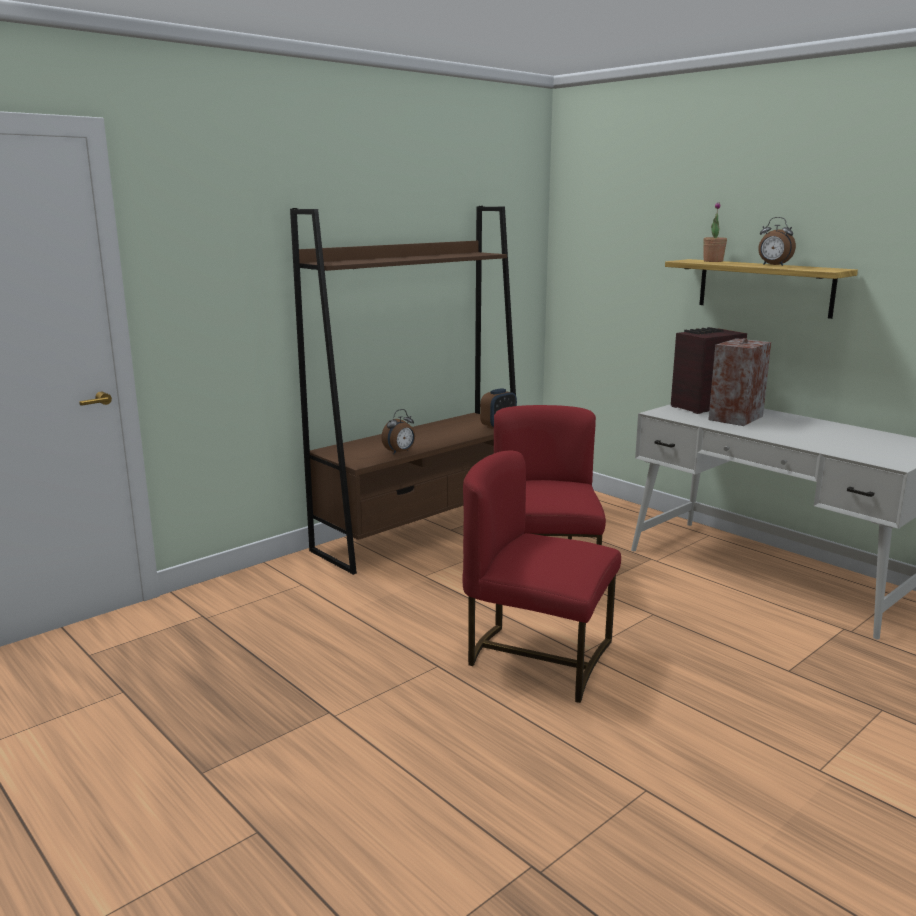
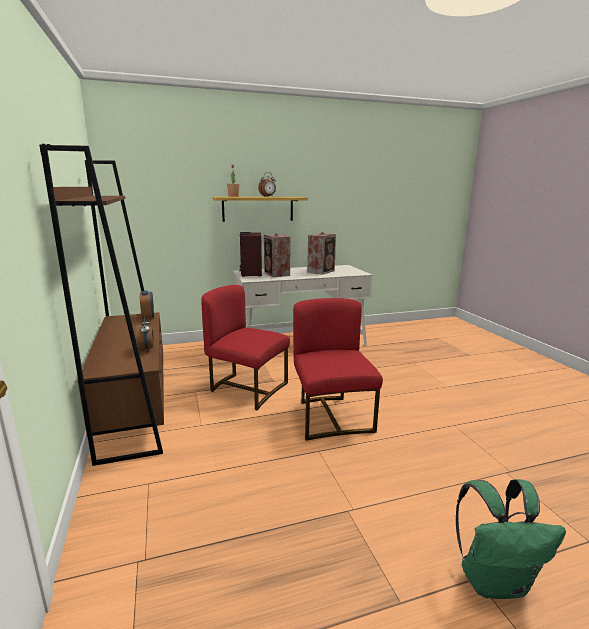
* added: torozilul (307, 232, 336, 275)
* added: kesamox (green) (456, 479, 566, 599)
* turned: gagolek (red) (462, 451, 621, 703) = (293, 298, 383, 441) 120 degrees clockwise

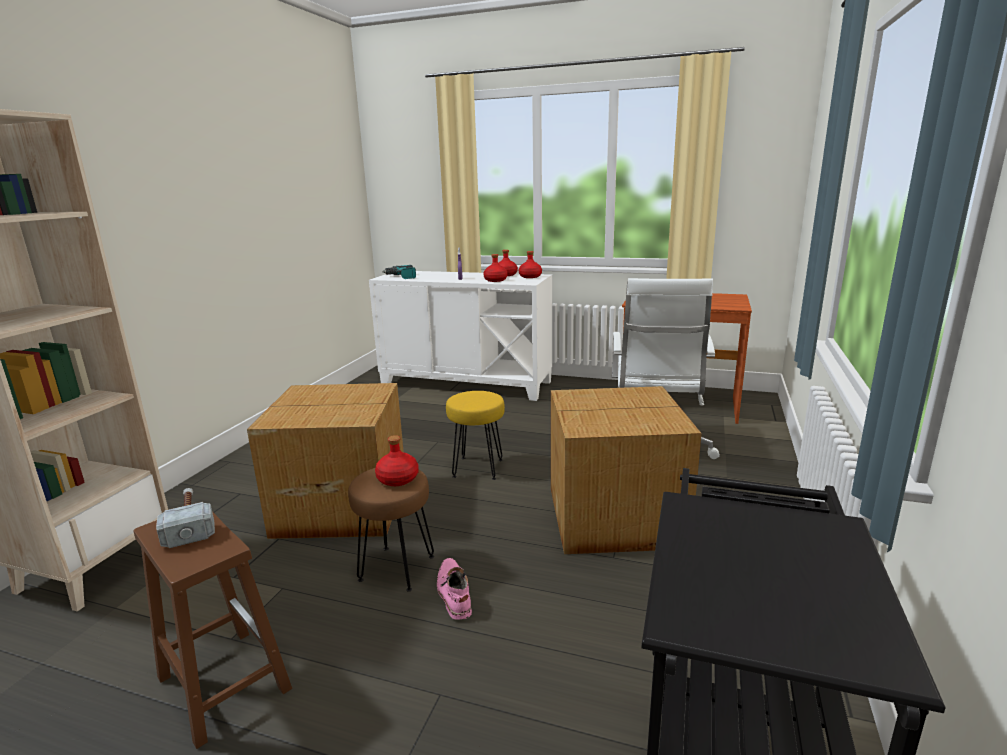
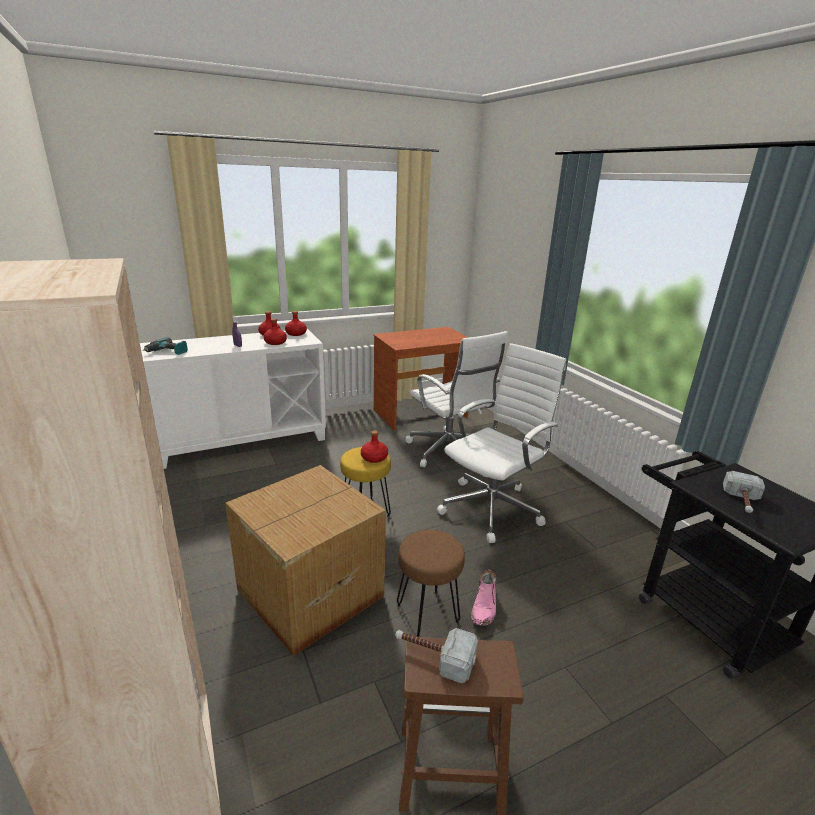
* added: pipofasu (723, 471, 765, 513)
* moved: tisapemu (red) (375, 435, 419, 486) to (361, 430, 388, 463)
* replaced: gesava (551, 386, 702, 554) to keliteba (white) (437, 343, 566, 543)
* turned: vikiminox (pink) (437, 558, 472, 620) = (471, 570, 496, 626) 105 degrees counterclockwise

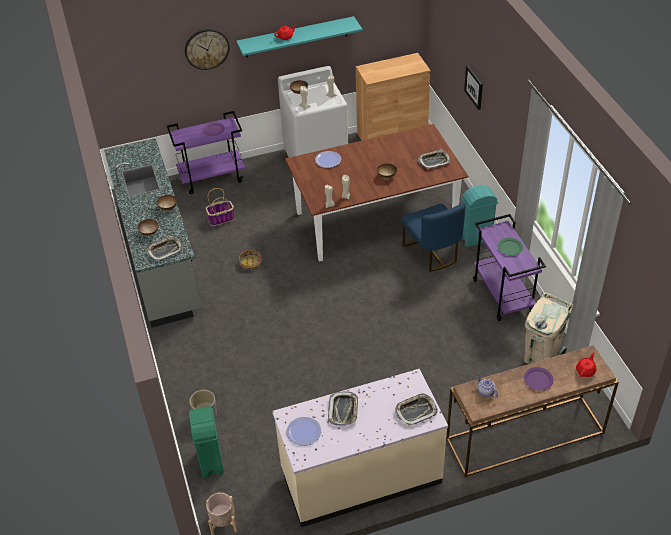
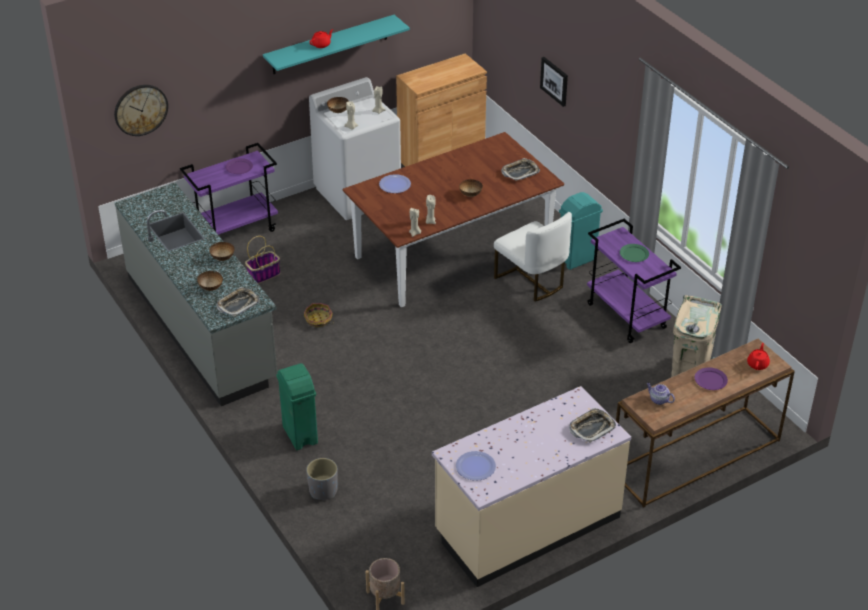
* removed: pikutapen (328, 391, 358, 426)
* moved: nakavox (185, 29, 230, 70) to (114, 85, 168, 136)
* moved: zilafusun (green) (189, 406, 224, 478) to (276, 363, 318, 450)
* recoloured: gagolek (blue) (402, 202, 465, 272) to gagolek (white) (494, 212, 572, 302)

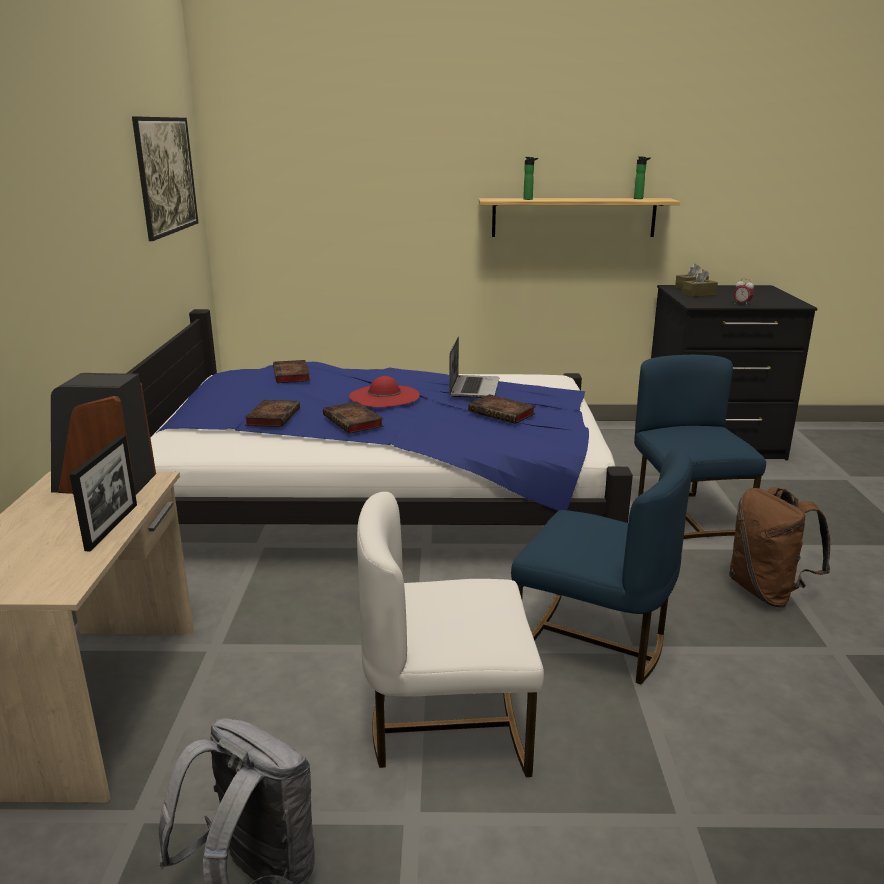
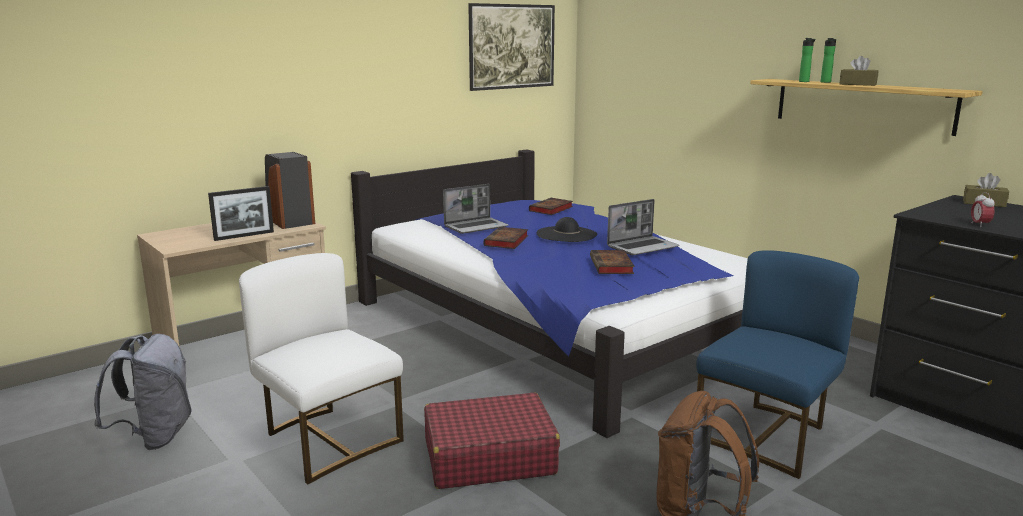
* moved: tisapemu (634, 157, 651, 199) to (821, 38, 836, 83)
* moved: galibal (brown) (682, 269, 718, 297) to (839, 56, 879, 86)
* replaced: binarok (244, 400, 300, 427) to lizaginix (443, 184, 509, 234)
* replaced: gagolek (blue) (511, 448, 692, 685) to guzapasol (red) (424, 392, 560, 489)
* recoloured: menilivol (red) (349, 376, 420, 407) to menilivol (black) (537, 217, 597, 242)

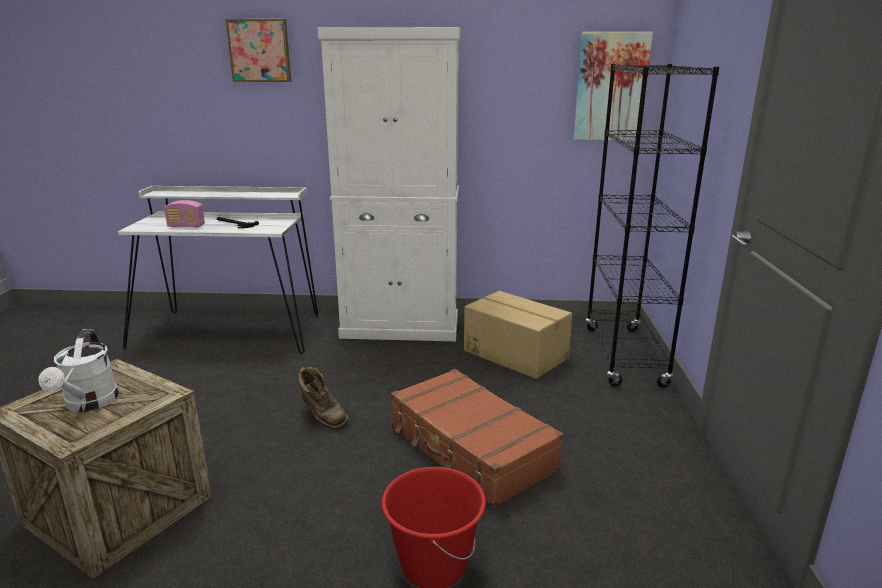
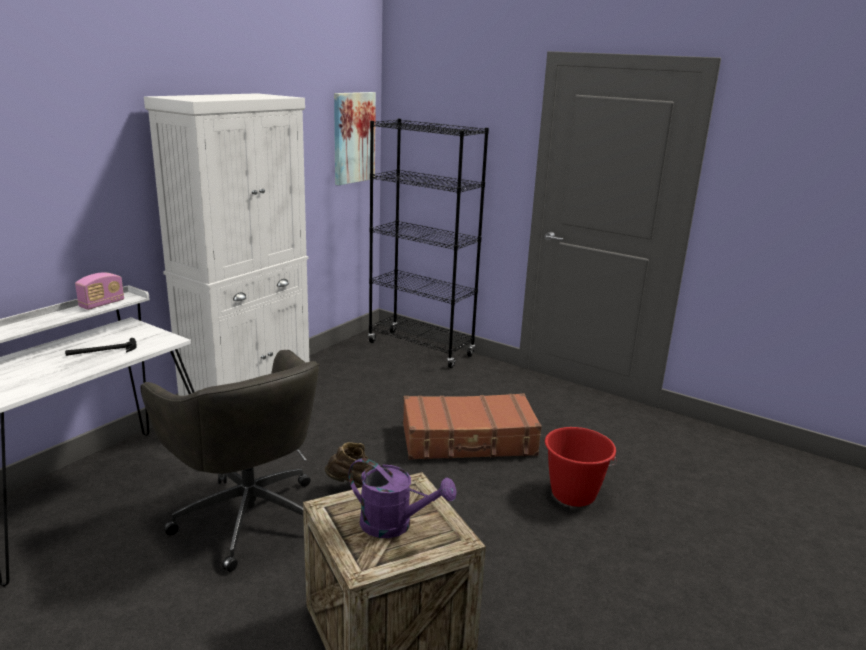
* removed: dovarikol (225, 19, 291, 82)
* removed: gesava (464, 291, 572, 379)
* added: keliteba (grey) (140, 350, 320, 572)
* moved: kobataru (164, 200, 205, 227) to (75, 272, 124, 310)
* recoloured: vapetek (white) (38, 329, 119, 412) to vapetek (purple) (348, 458, 457, 538)

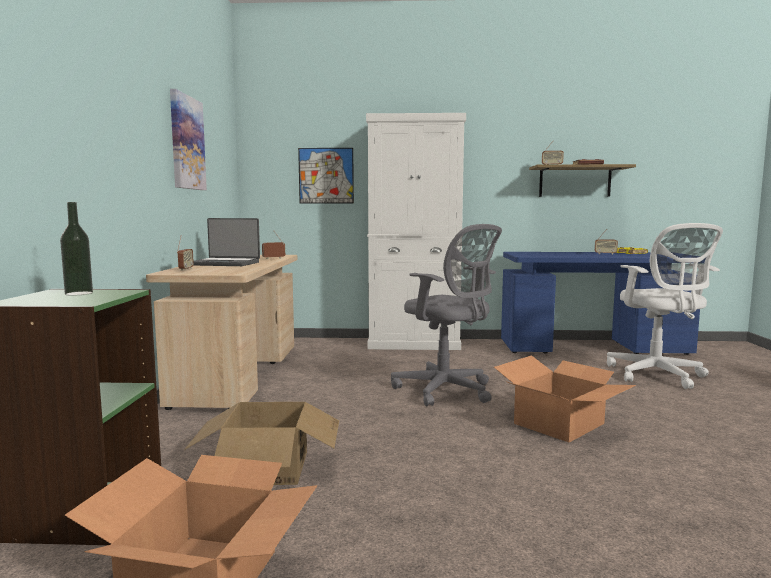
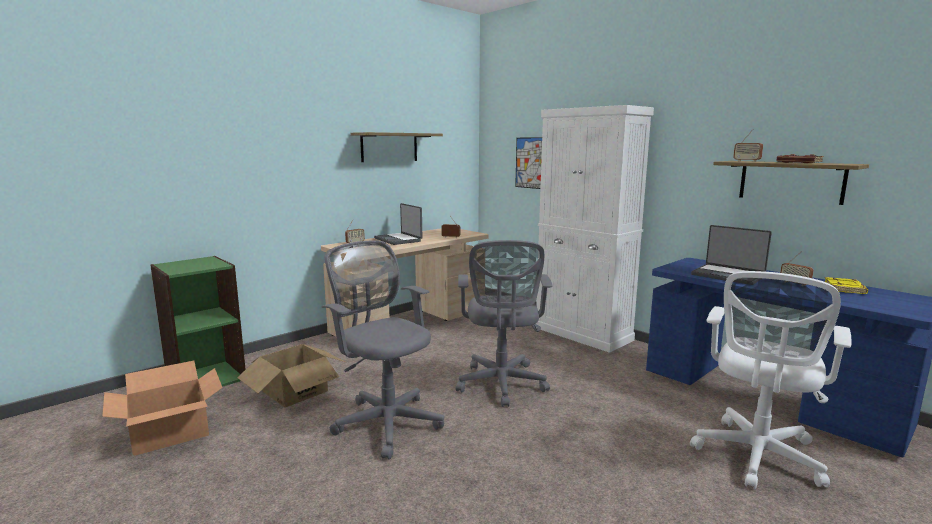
* removed: tisapemu (60, 202, 93, 296)
* removed: gesava (494, 355, 636, 443)
* added: keliteba (grey) (322, 240, 444, 459)
* added: lizaginix (691, 225, 772, 281)
* replaced: dovarikol (170, 89, 207, 190) to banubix (351, 132, 443, 162)

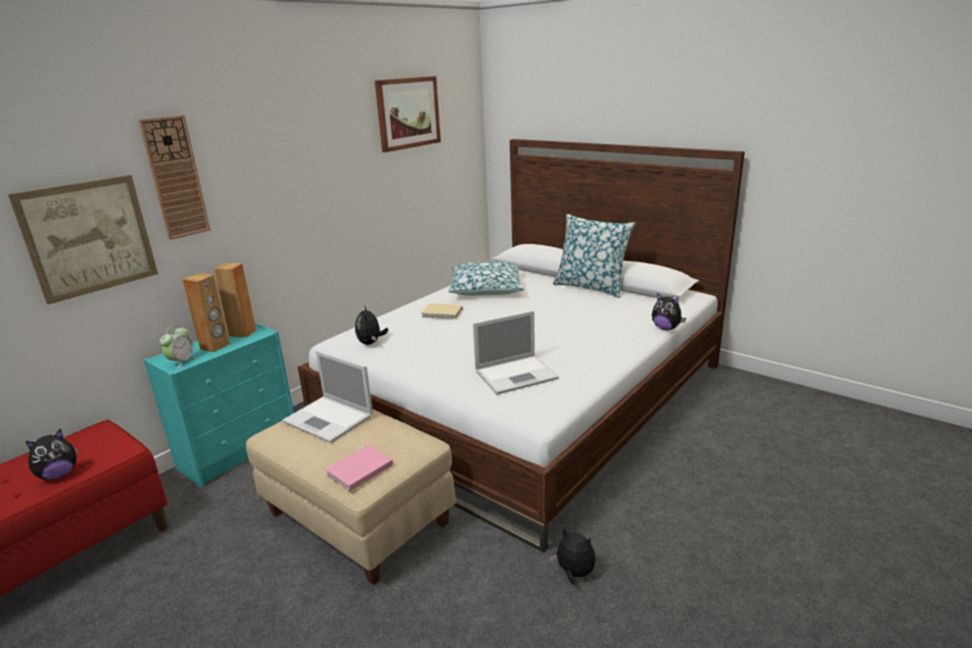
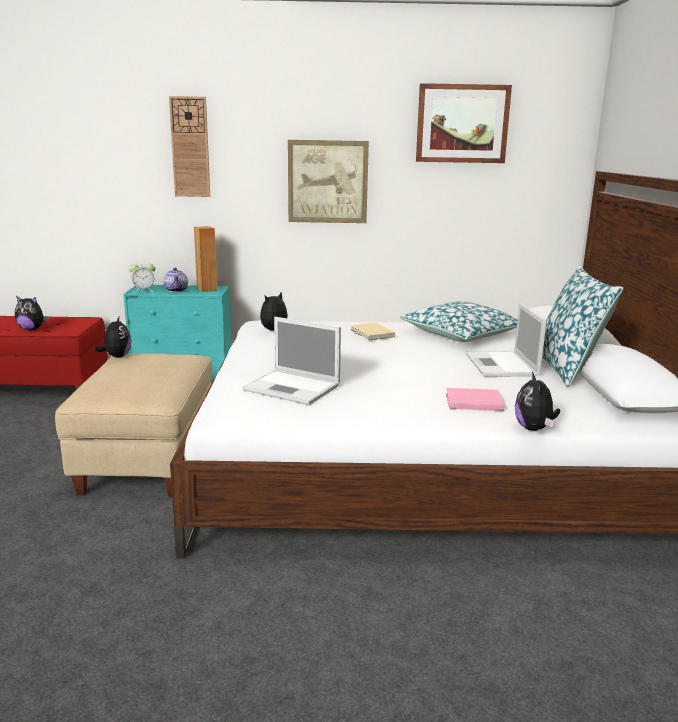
* moved: dovarikol (8, 175, 158, 304) to (288, 140, 369, 223)
* moved: lizaginix (282, 351, 373, 443) to (466, 303, 547, 377)
* moved: binarok (pink) (325, 445, 393, 491) to (446, 388, 504, 411)
* moved: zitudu (550, 528, 596, 585) to (95, 317, 131, 358)
* replaced: torozilul (brown) (183, 273, 230, 352) to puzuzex (163, 267, 188, 292)

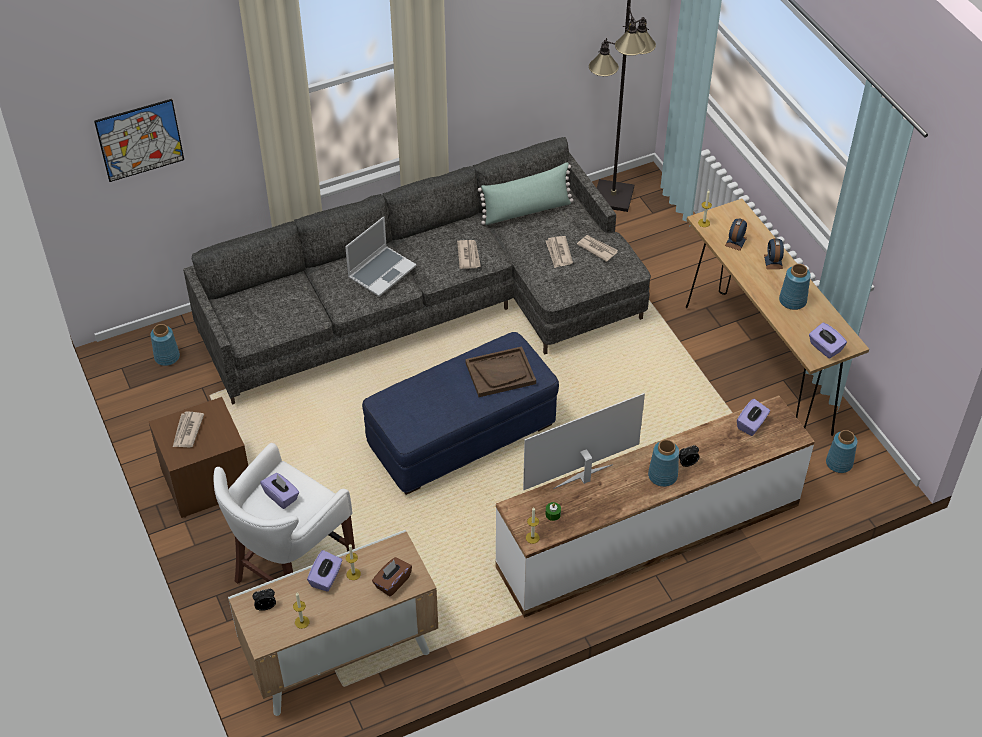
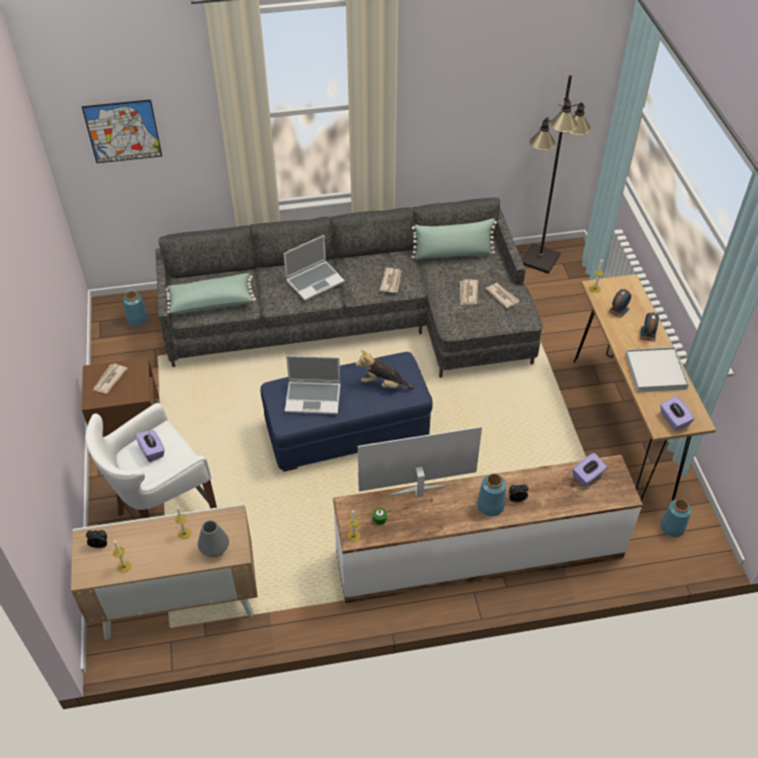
* removed: galibal (purple) (307, 550, 342, 592)
* added: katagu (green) (166, 273, 256, 314)
* added: lizaginix (285, 355, 341, 414)
* replaced: galibal (brown) (372, 557, 412, 597) to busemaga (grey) (198, 520, 229, 557)
* replaced: pikutapen (brown) (465, 346, 536, 397) to zitudu (356, 350, 414, 390)
* replaced: busemaga (blue) (779, 264, 811, 310) to pikutapen (white) (625, 347, 689, 392)

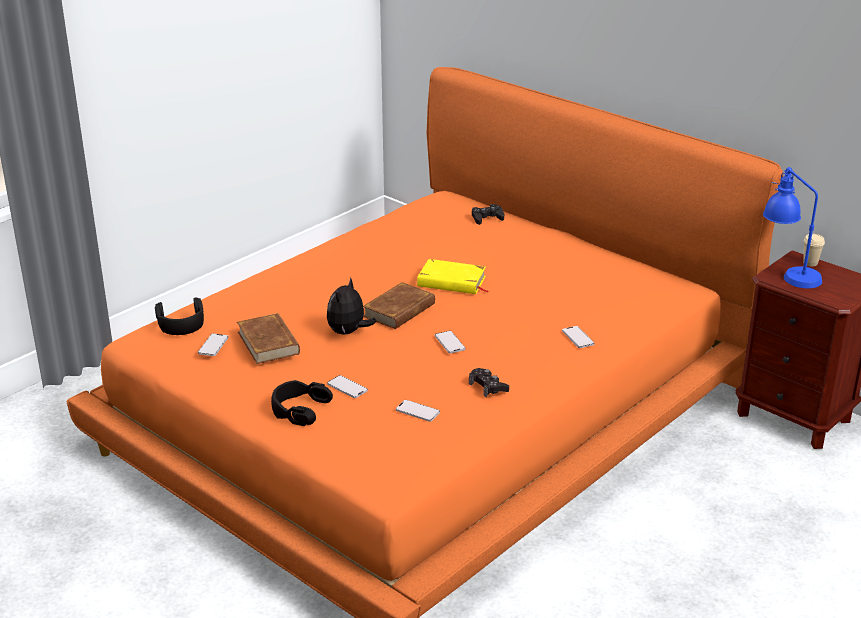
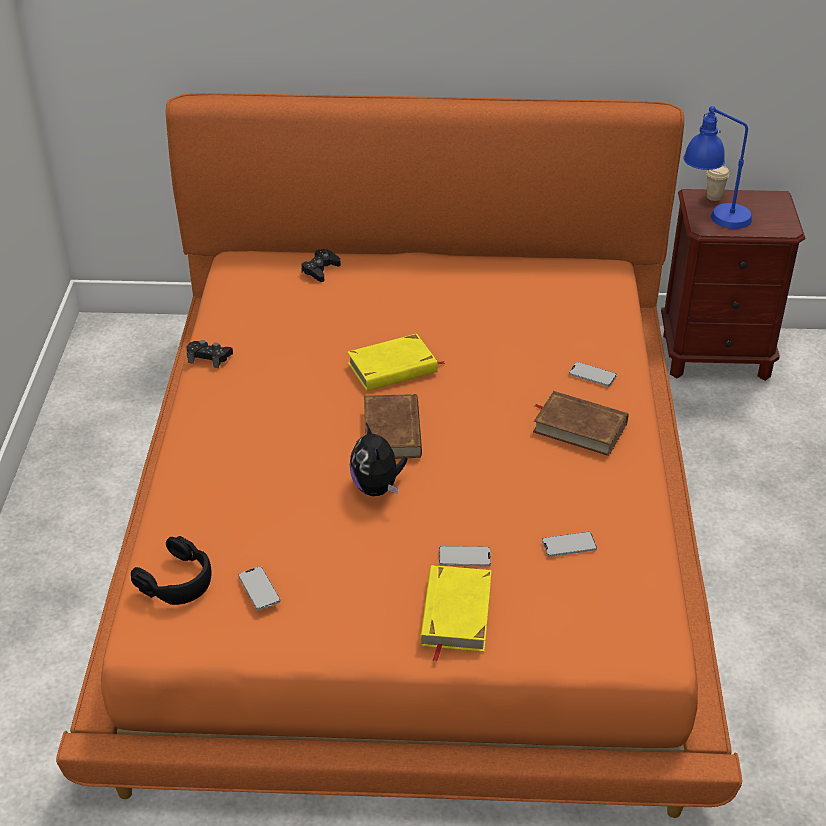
* removed: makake (435, 331, 465, 353)
* moved: binarok (brown) (237, 313, 300, 364) to (533, 391, 629, 456)
* moved: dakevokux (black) (469, 368, 509, 397) to (186, 340, 233, 368)
* replaced: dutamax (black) (271, 380, 333, 426) to binarok (yellow) (420, 565, 492, 662)

